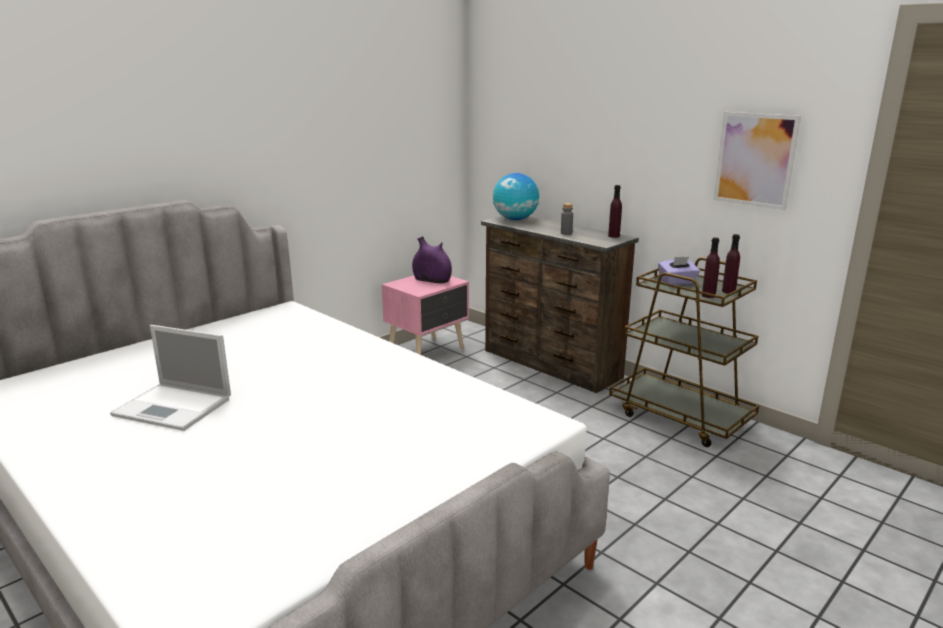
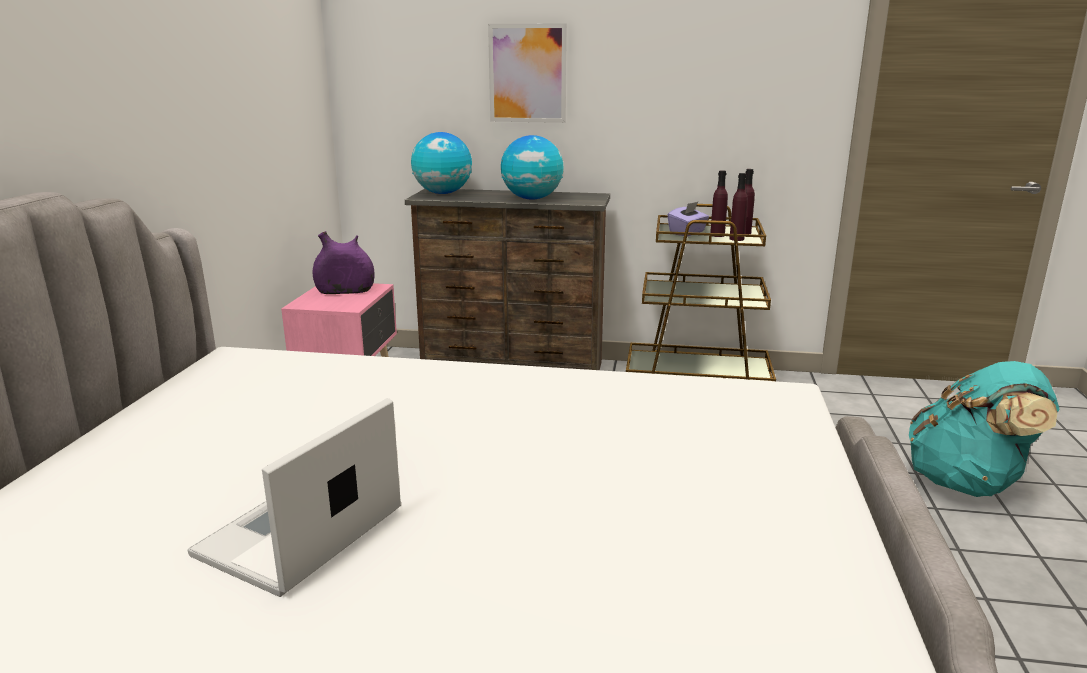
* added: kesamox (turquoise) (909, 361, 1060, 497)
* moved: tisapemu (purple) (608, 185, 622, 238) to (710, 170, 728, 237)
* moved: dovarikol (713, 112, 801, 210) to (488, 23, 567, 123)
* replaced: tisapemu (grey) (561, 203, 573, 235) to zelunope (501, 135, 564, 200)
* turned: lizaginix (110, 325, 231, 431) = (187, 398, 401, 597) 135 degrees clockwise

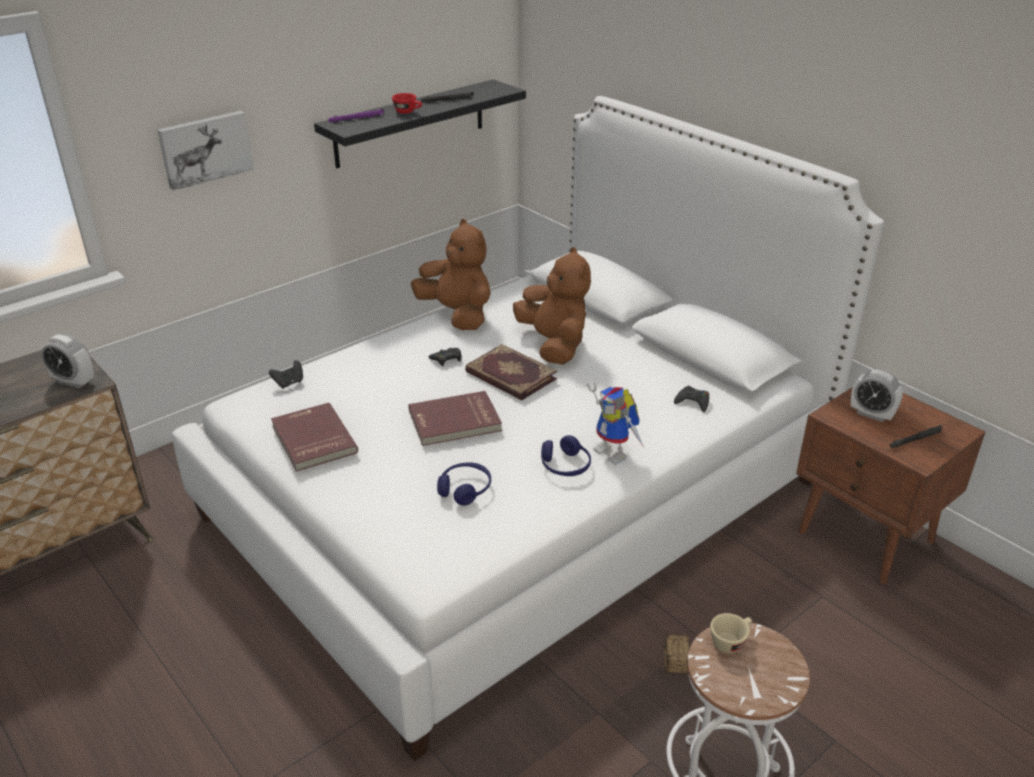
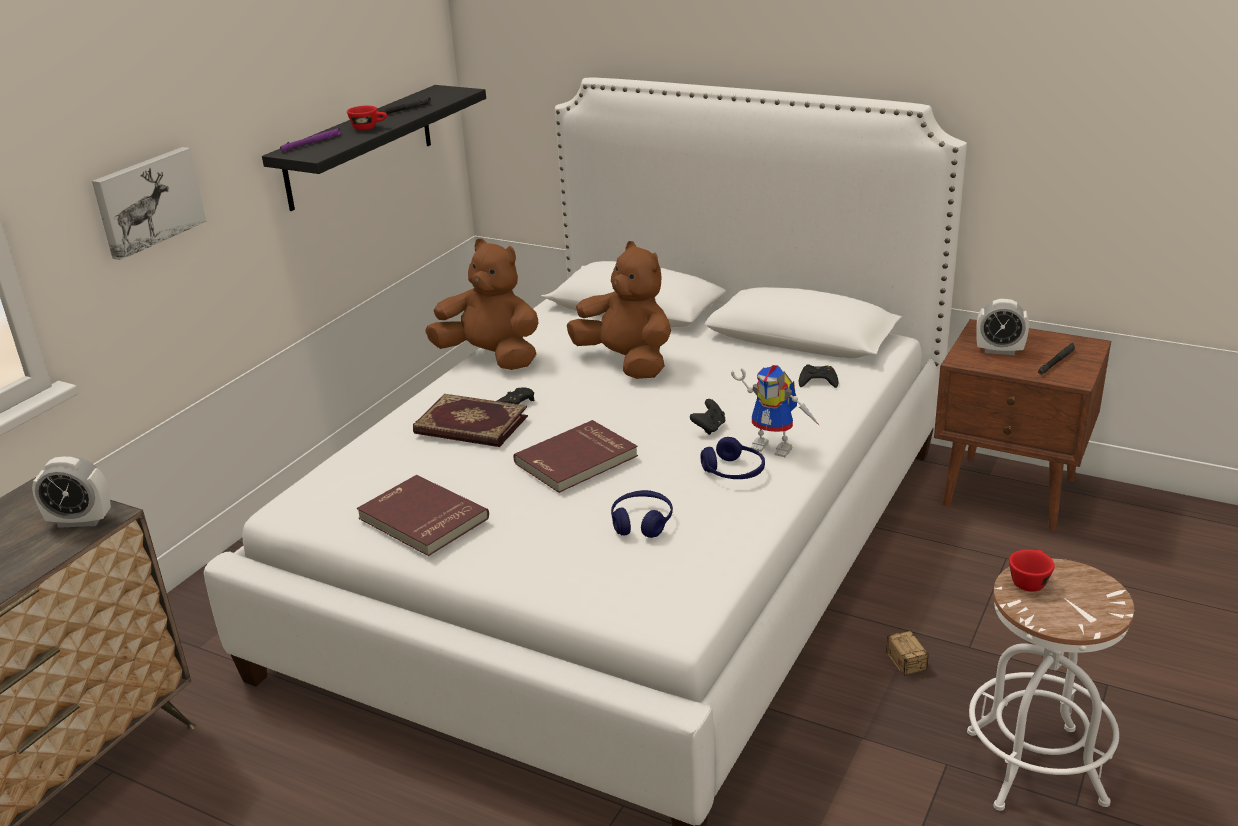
* moved: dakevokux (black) (269, 360, 303, 389) to (690, 399, 725, 435)
* moved: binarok (465, 344, 557, 400) to (413, 394, 528, 447)
* recoloured: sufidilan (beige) (710, 613, 752, 653) to sufidilan (red) (1009, 550, 1055, 592)

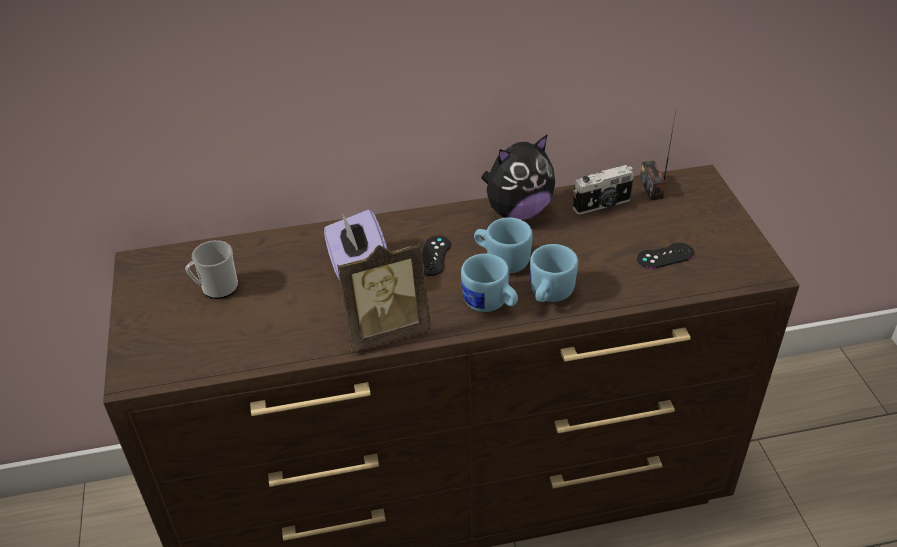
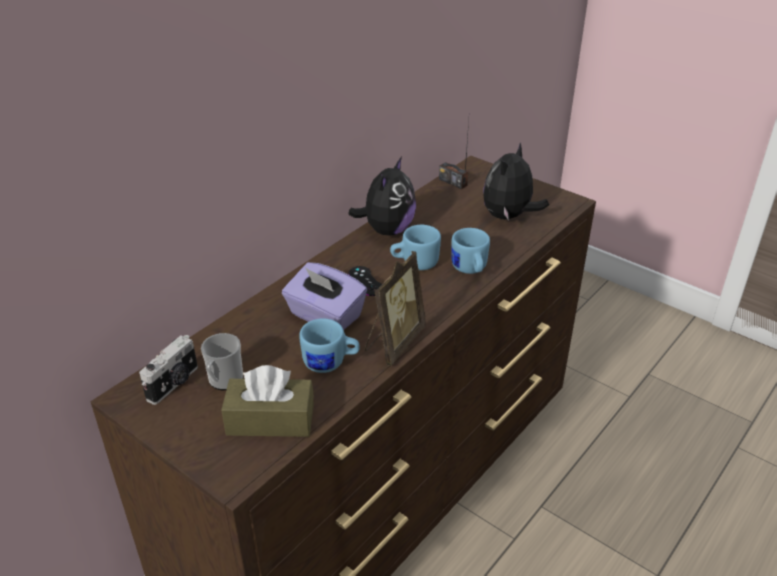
* added: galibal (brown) (221, 365, 314, 437)
* moved: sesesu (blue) (461, 253, 518, 312) to (299, 318, 360, 373)
* moved: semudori (573, 165, 634, 214) to (139, 335, 198, 405)
* replaced: dakevokux (black) (637, 243, 694, 269) to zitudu (483, 143, 549, 220)

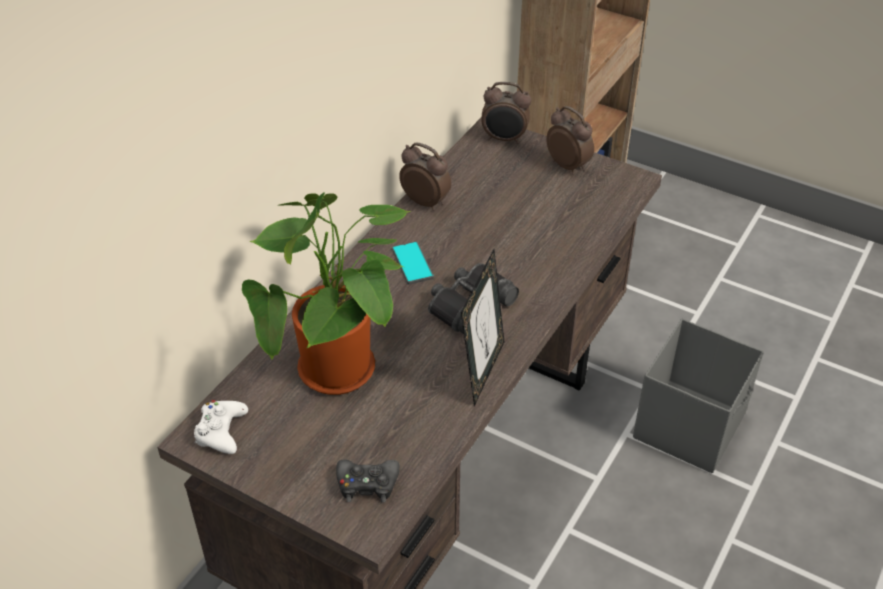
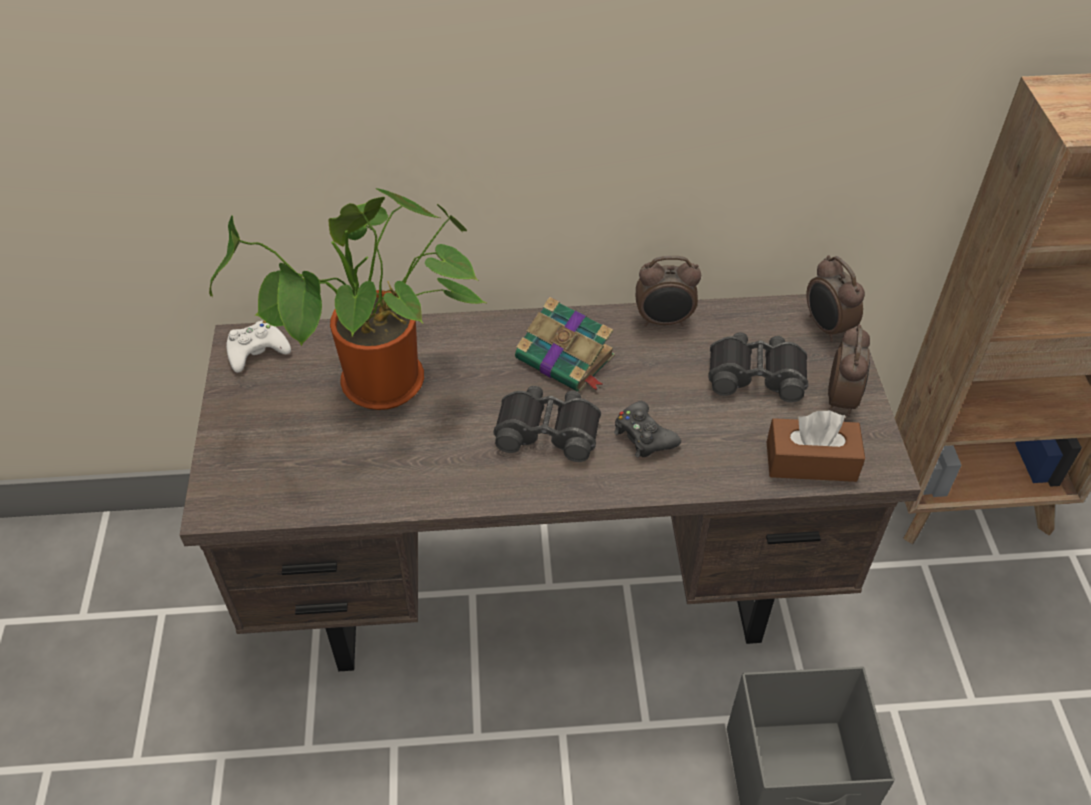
* removed: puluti (461, 249, 504, 406)
* added: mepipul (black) (708, 332, 808, 402)
* added: galibal (brown) (767, 411, 865, 482)
* moved: dakevokux (black) (336, 460, 400, 503) to (614, 401, 681, 458)
* replaced: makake (392, 241, 434, 285) to binarok (515, 297, 615, 392)
* turned: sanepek (399, 142, 451, 210) = (636, 256, 701, 326) 90 degrees clockwise

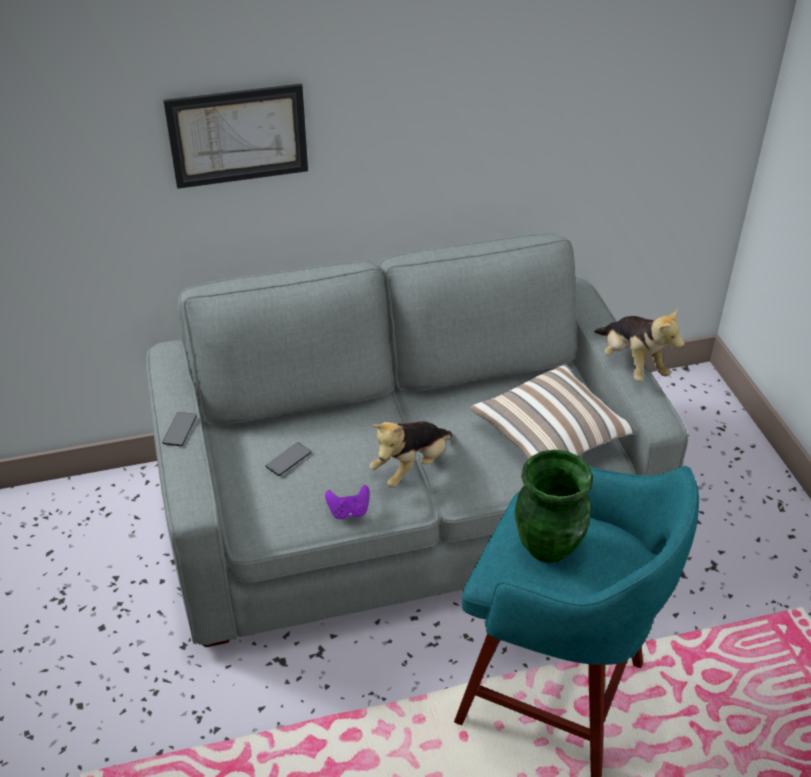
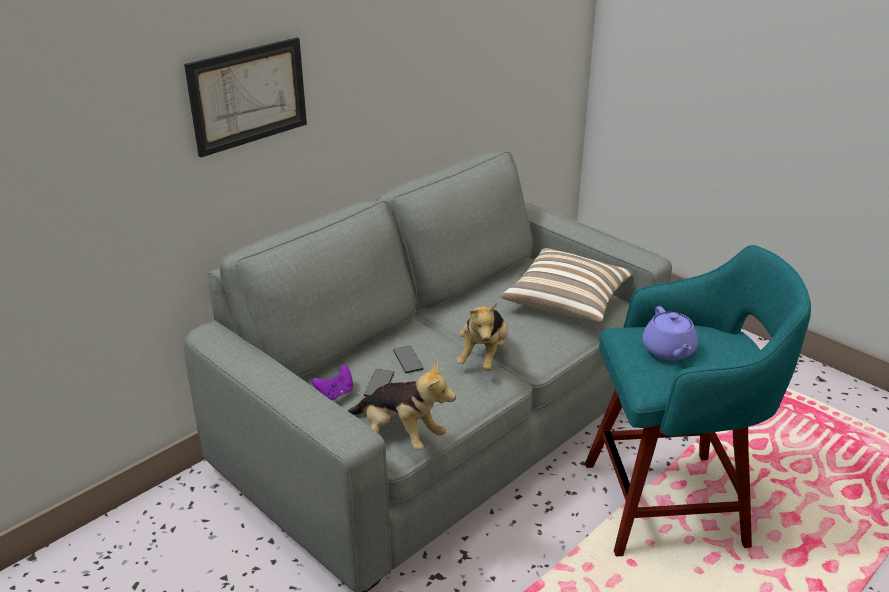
* moved: makake (162, 412, 197, 446) to (393, 346, 424, 373)
* moved: dakevokux (purple) (325, 485, 370, 519) to (312, 365, 353, 400)
* moved: zitudu (594, 308, 685, 382) to (348, 360, 456, 450)
* replaced: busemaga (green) (515, 449, 593, 563) to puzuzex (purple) (642, 306, 698, 360)

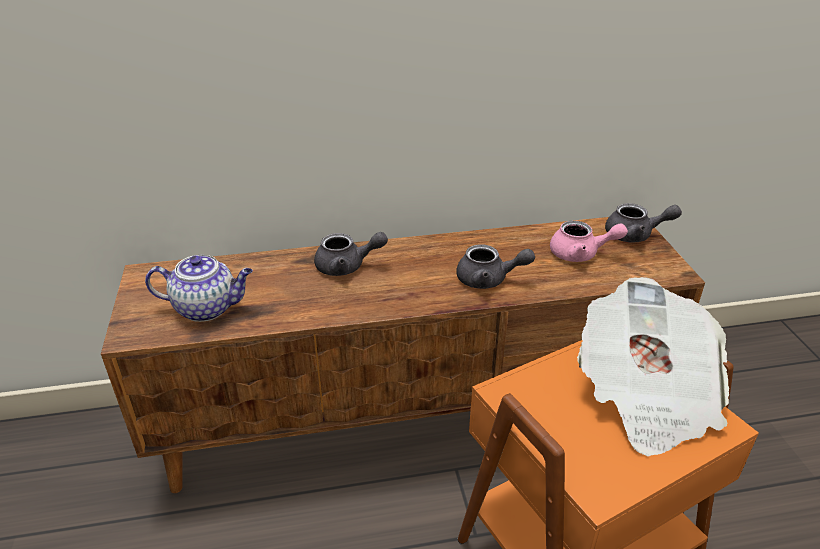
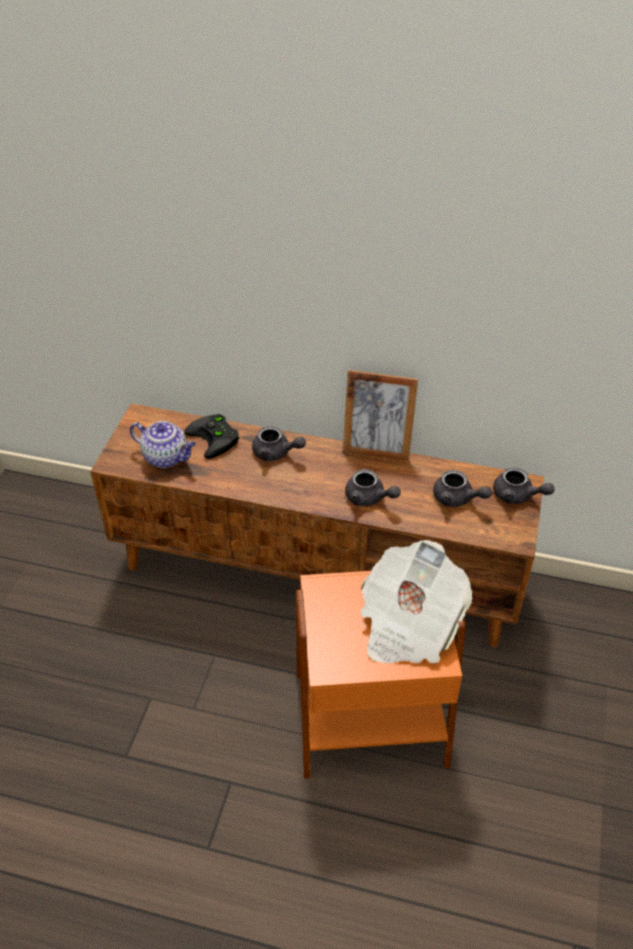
* added: dakevokux (black) (184, 414, 239, 459)
* added: puluti (343, 370, 418, 461)
* recoloured: puzuzex (pink) (550, 221, 628, 262) to puzuzex (grey) (433, 470, 492, 507)

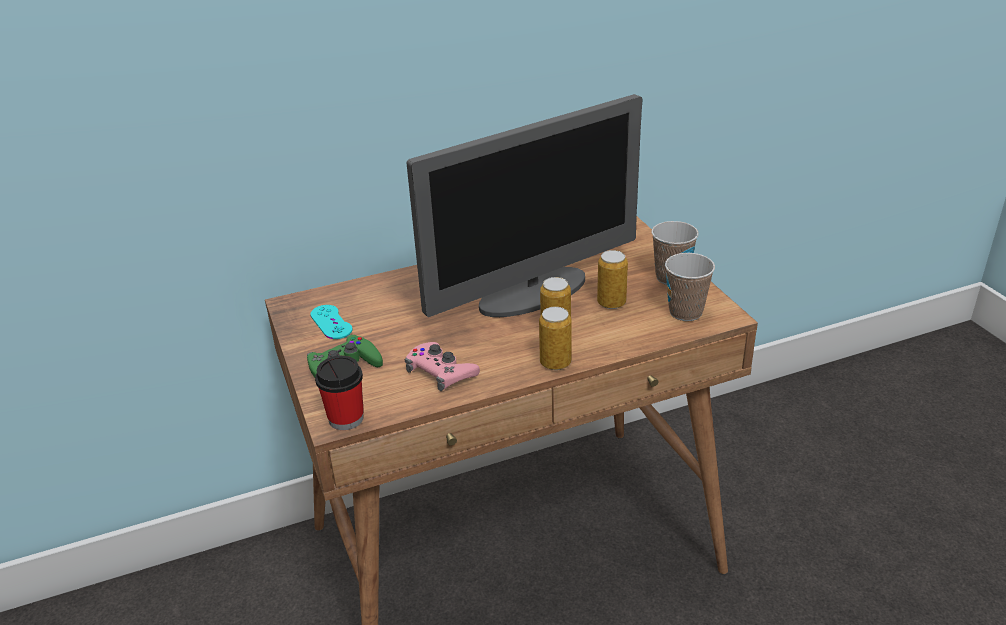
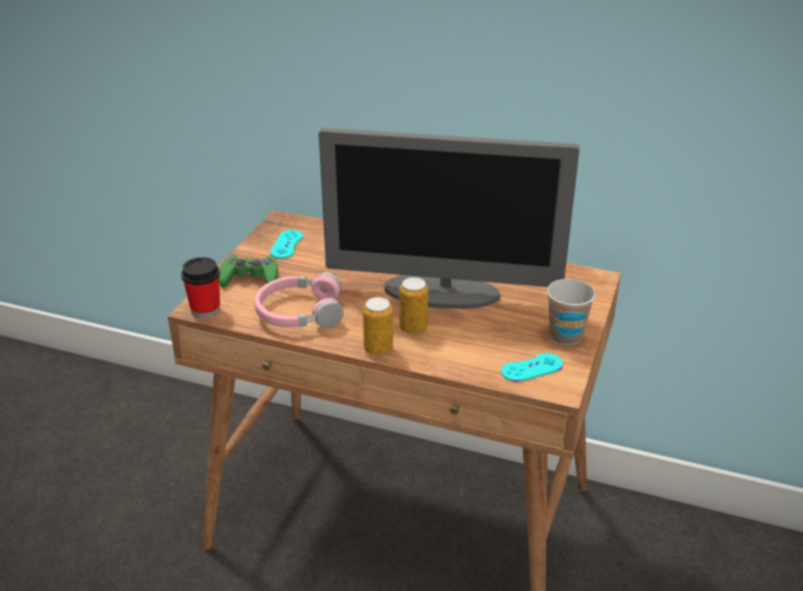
* removed: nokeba (597, 250, 628, 309)
* replaced: dakevokux (pink) (405, 342, 480, 391) to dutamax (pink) (254, 272, 344, 328)
* replaced: sufidilan (665, 253, 715, 321) to dakevokux (turquoise) (501, 353, 563, 382)

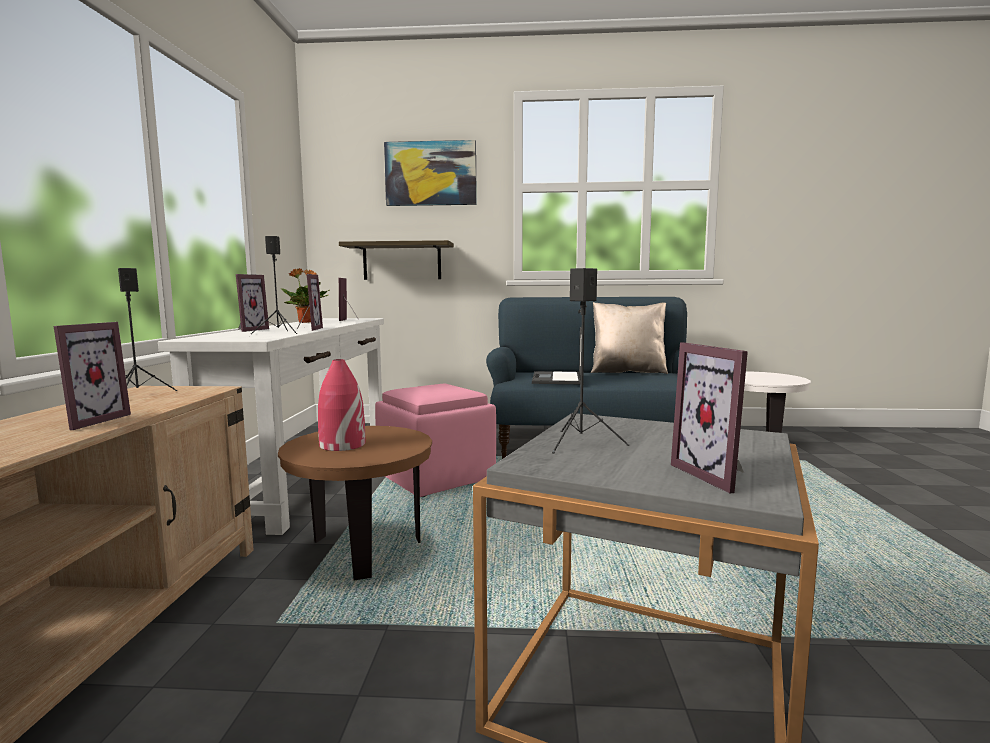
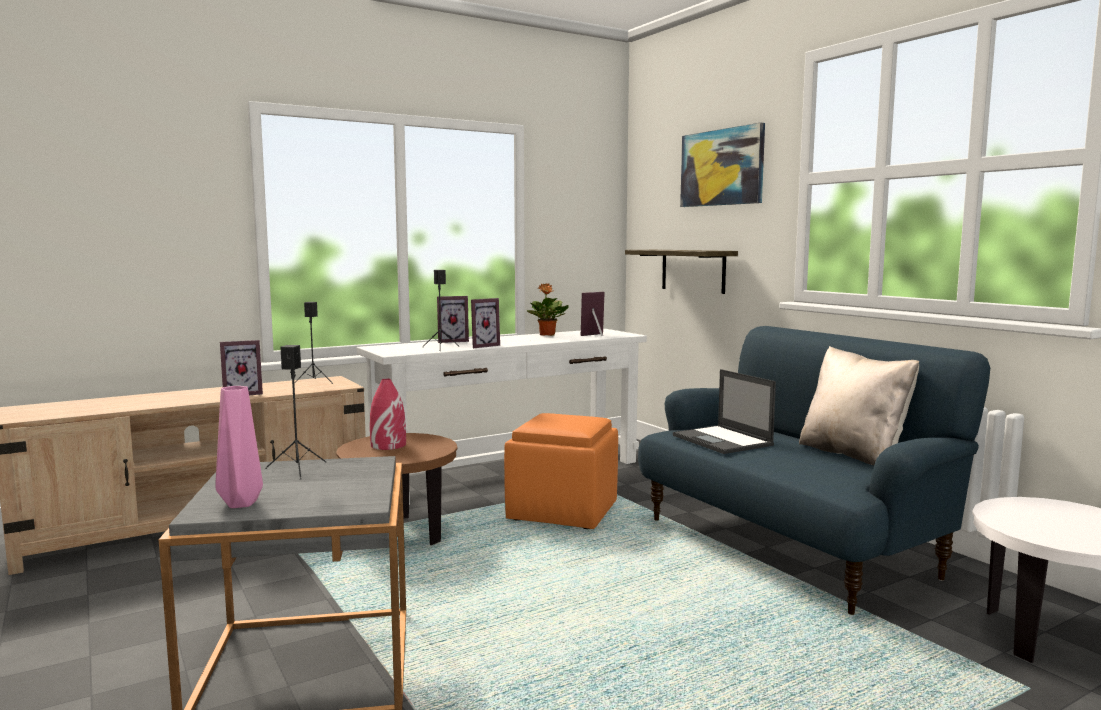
* replaced: puluti (671, 342, 748, 494) to busemaga (pink) (215, 386, 263, 508)
* recoloured: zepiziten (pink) (375, 384, 496, 497) to zepiziten (orange) (504, 413, 618, 529)
* turned: lizaginix (532, 327, 584, 385) = (673, 369, 776, 454) 90 degrees counterclockwise

